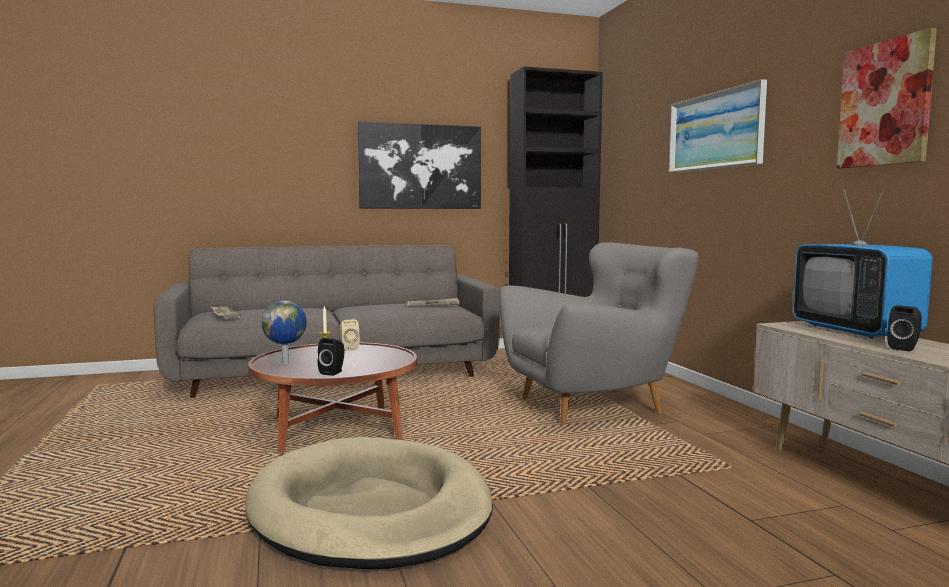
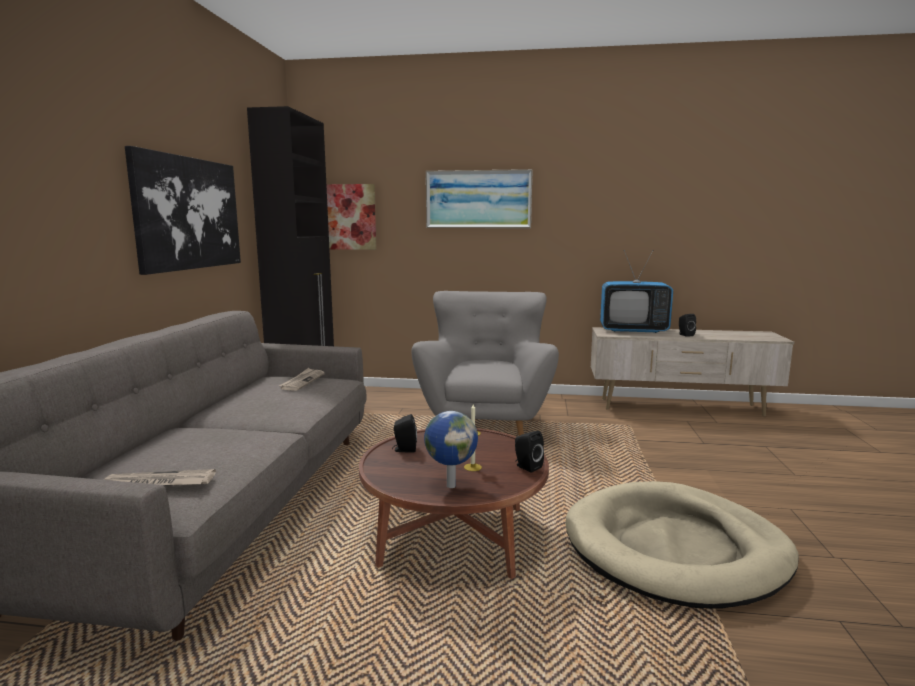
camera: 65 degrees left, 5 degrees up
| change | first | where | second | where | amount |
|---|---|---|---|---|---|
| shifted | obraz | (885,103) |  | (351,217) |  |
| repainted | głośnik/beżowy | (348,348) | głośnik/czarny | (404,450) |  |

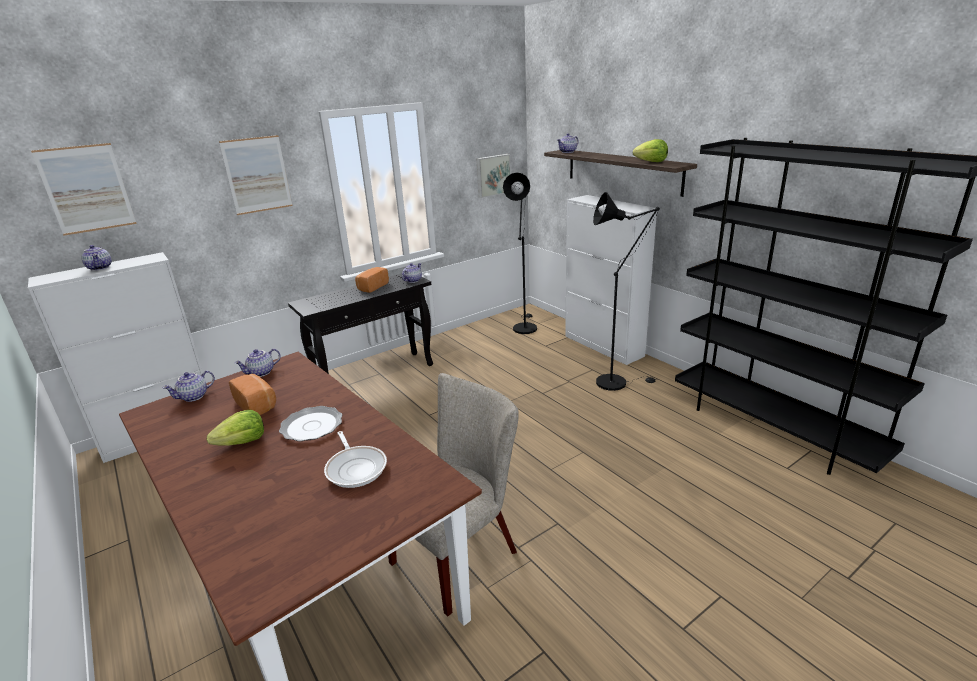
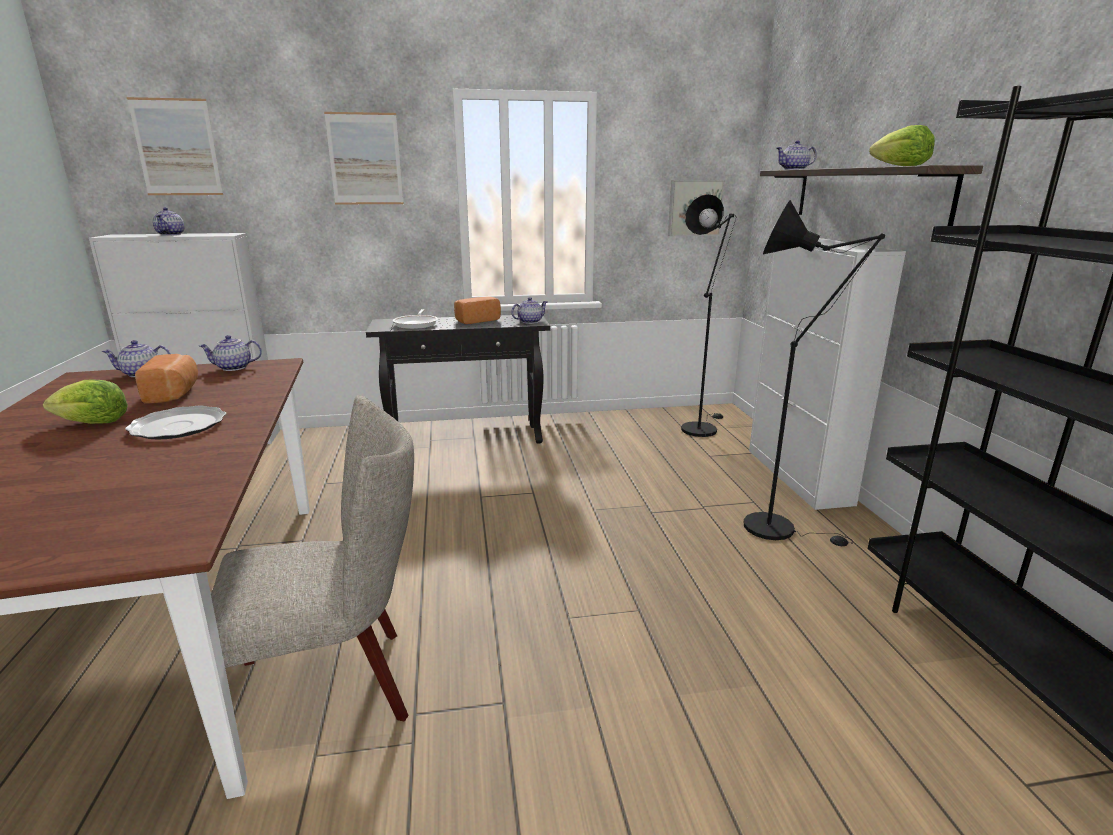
camera: 25 degrees right, 5 degrees down
| change | first | where | second | where | amount |
|---|---|---|---|---|---|
| shifted | patelnia | (356,468) |  | (416,324) |  |

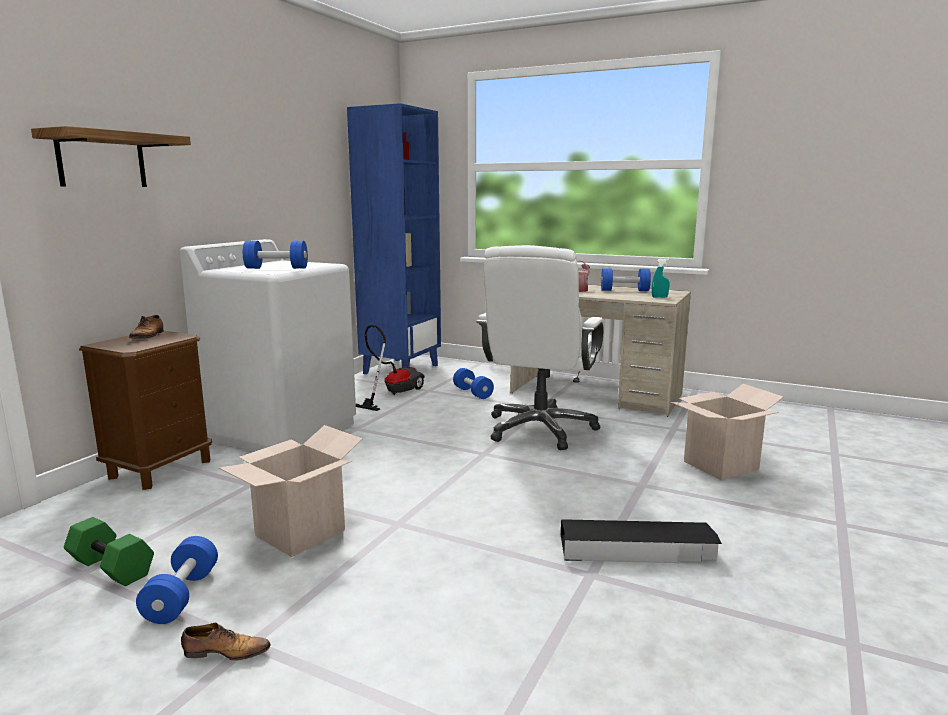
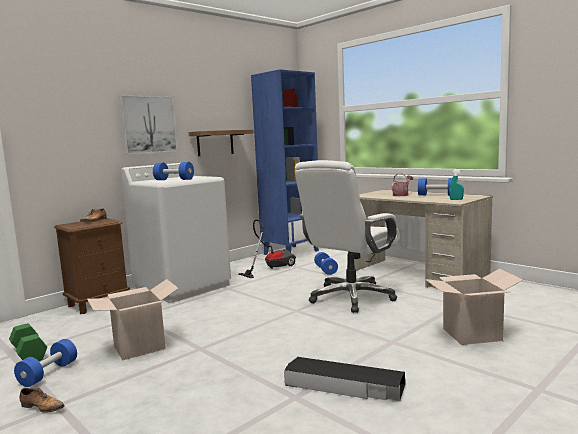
camera: 20 degrees right, 5 degrees down
| change | first | where | second | where | amount |
|---|---|---|---|---|---|
| new |  |  | obraz | (148,124) |  |
| shifted | półka | (102,160) |  | (215,143) |  |

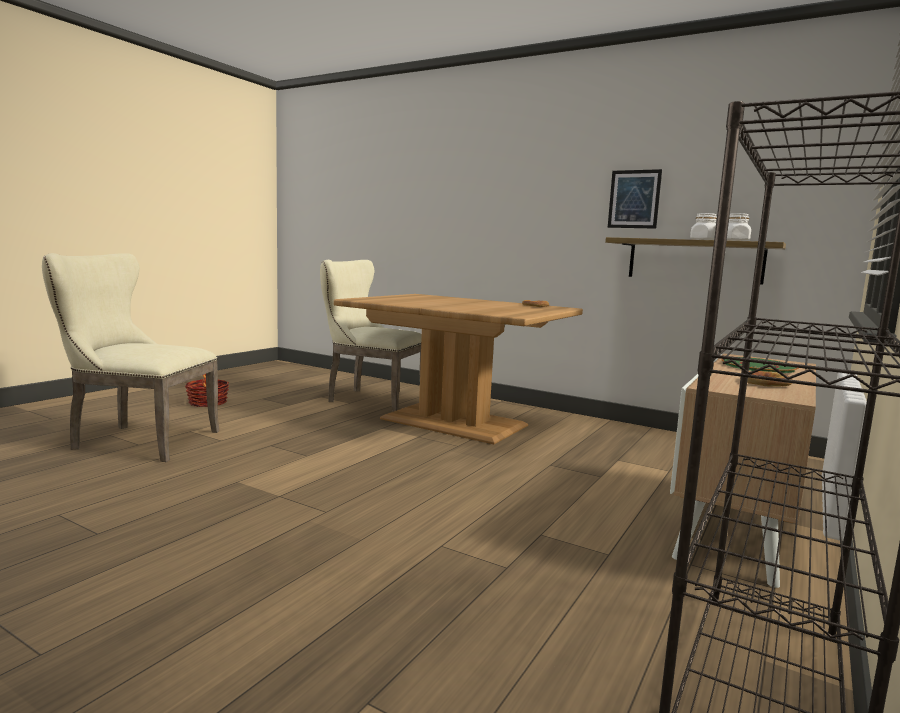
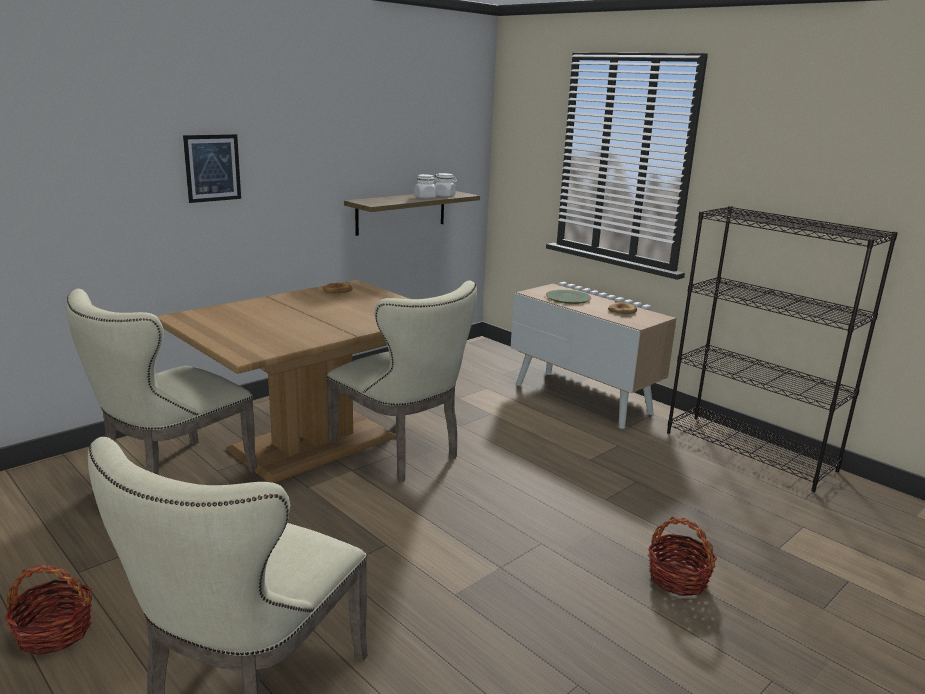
camera: 75 degrees left, 10 degrees up
| change | first | where | second | where | amount |
|---|---|---|---|---|---|
| new |  |  | krzesło/beżowy | (402,453) |  |
| new |  |  | koszyk | (677,578) |  |
| shifted | obraz | (634,199) |  | (212,168) |  |

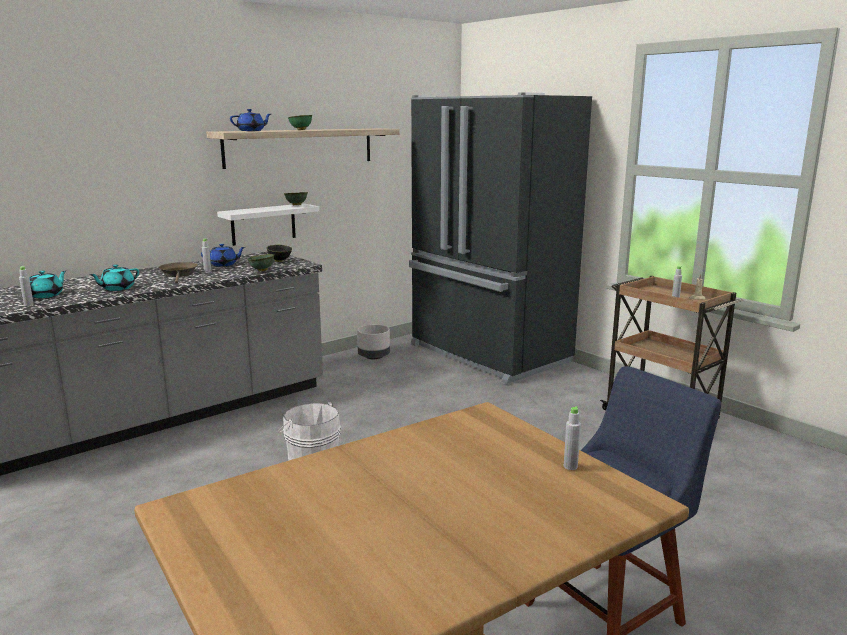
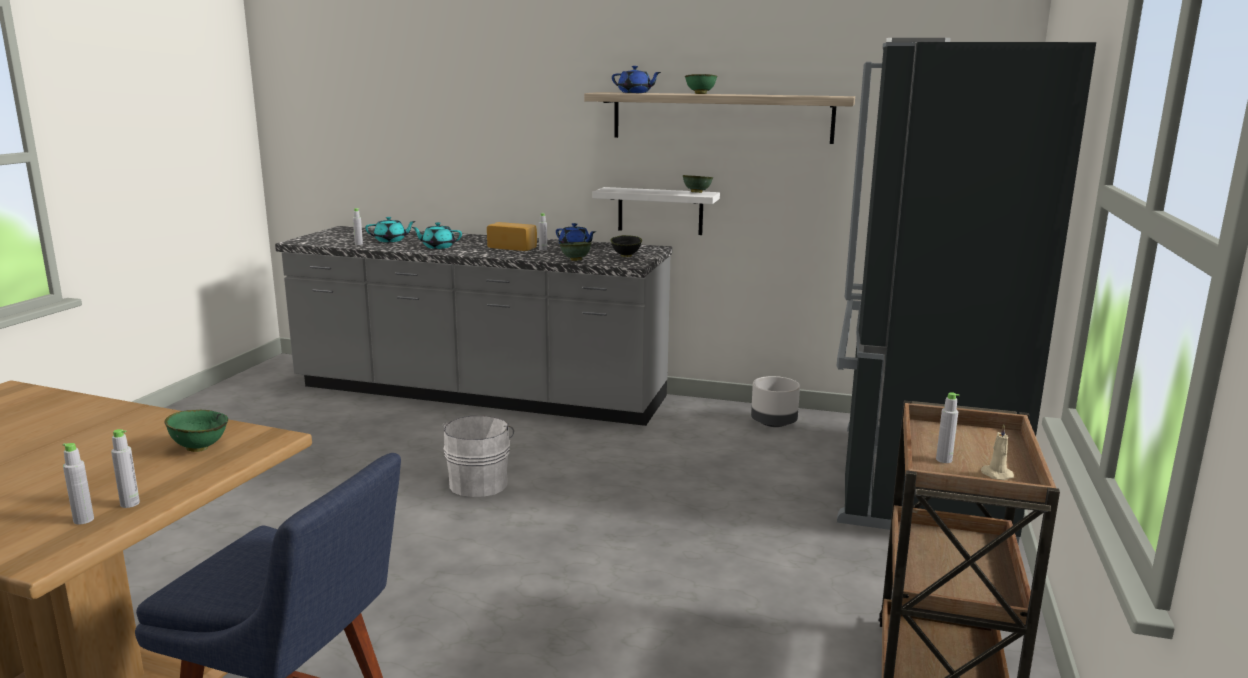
camera: 55 degrees right, 0 degrees up
| change | first | where | second | where | amount |
|---|---|---|---|---|---|
| new |  |  | butelka/szary | (83,520) |  |
| new |  |  | miska/zielony | (199,448) |  |
| swapped | patelnia/brązowy | (179,274) | chleb | (513,247) |  |

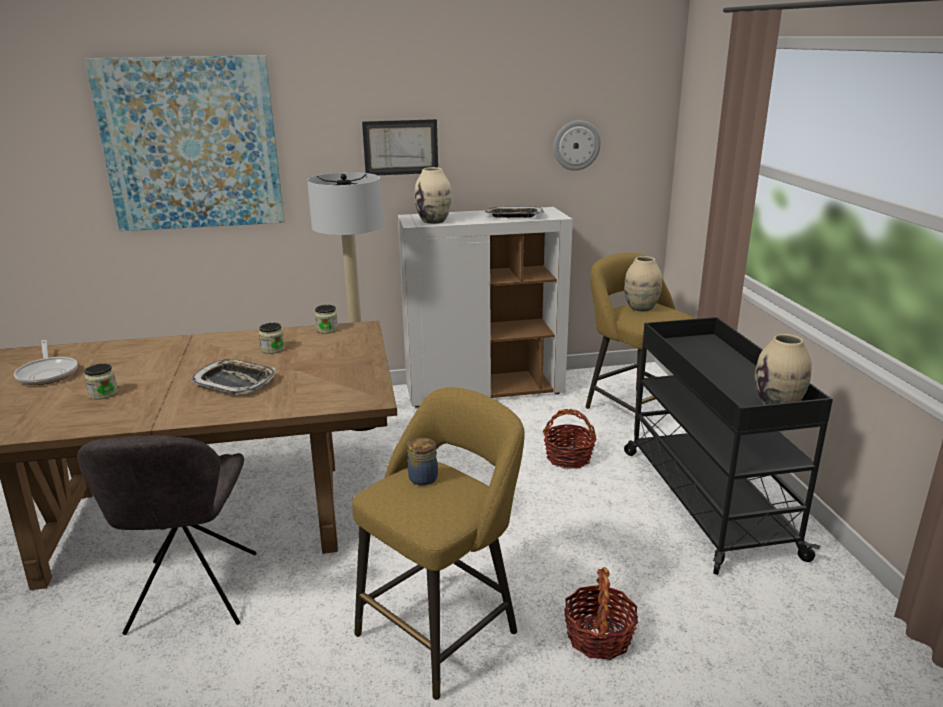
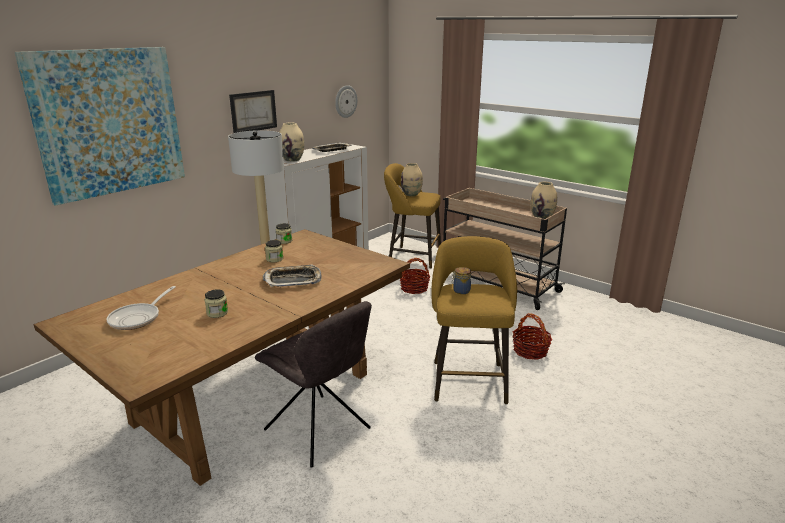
camera: 40 degrees left, 0 degrees up
| change | first | where | second | where | amount |
|---|---|---|---|---|---|
| repainted | wózek/czarny | (705,500) | wózek/beżowy | (495,284) |  |
| rotated | patelnia | (48,373) |  | (138,318) | 90 degrees clockwise |

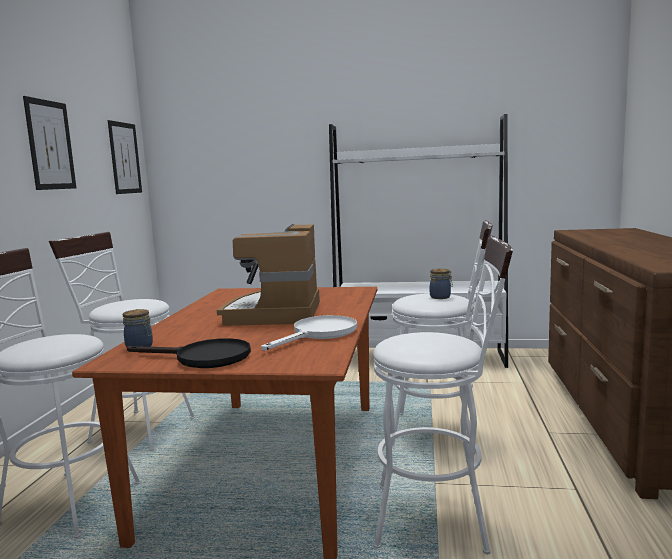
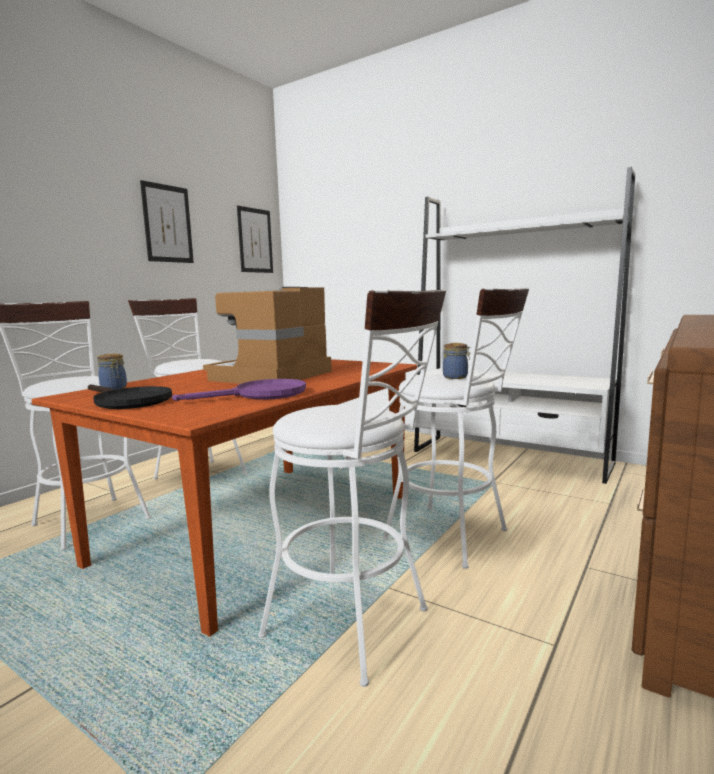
camera: 25 degrees right, 0 degrees up
| change | first | where | second | where | amount |
|---|---|---|---|---|---|
| repainted | patelnia/biały | (319,334) | patelnia/fioletowy | (261,395) |  |

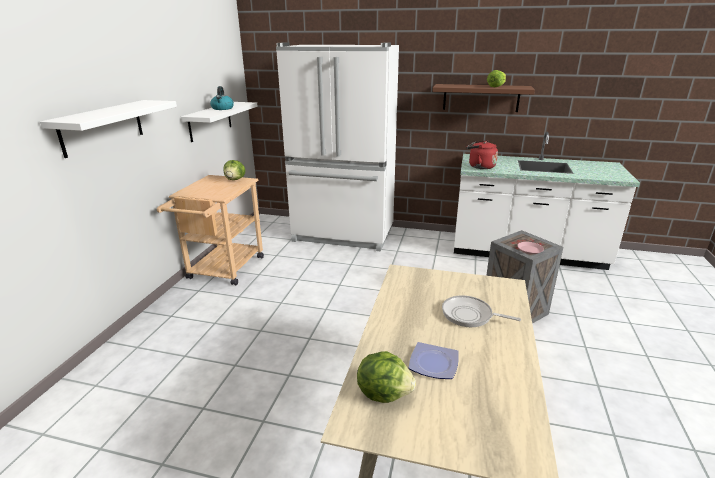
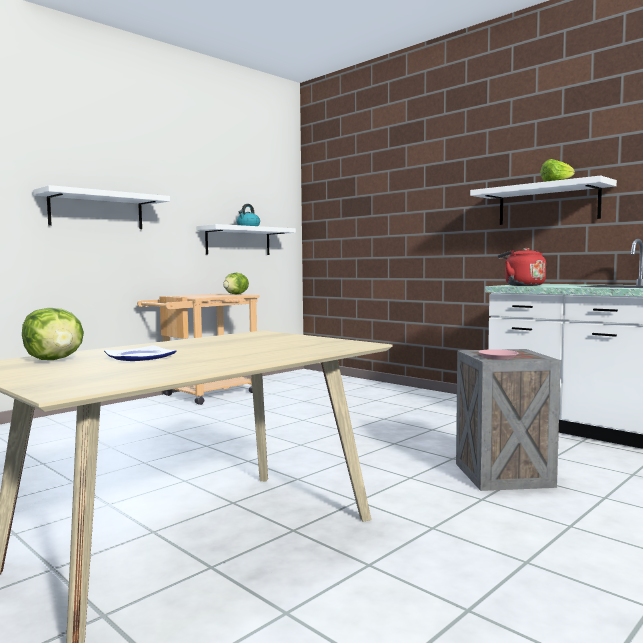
camera: 30 degrees right, 20 degrees down
| change | first | where | second | where | amount |
|---|---|---|---|---|---|
| gone | lodówka/biały | (343,235) |  |  |  |
| gone | patelnia | (470,315) |  |  |  |
| repainted | półka/brązowy | (481,97) | półka/biały | (547,204) |  |

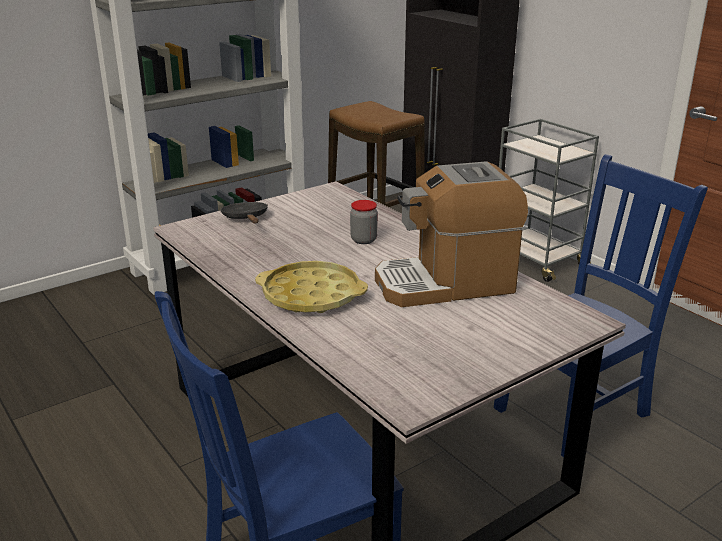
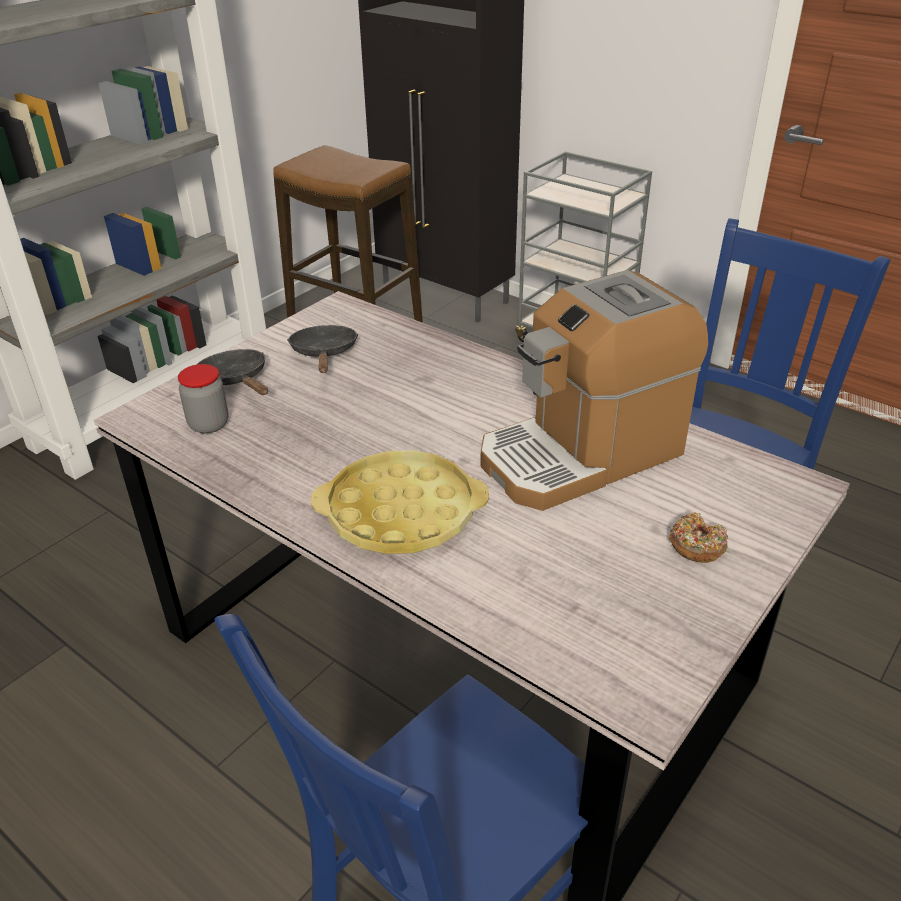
camera: 15 degrees left, 10 degrees up
| change | first | where | second | where | amount |
|---|---|---|---|---|---|
| new |  |  | patelnia/czarny | (324,354) |  |
| new |  |  | donut | (696,545) |  |
| shifted | słoik | (363,240) |  | (209,424) |  |

